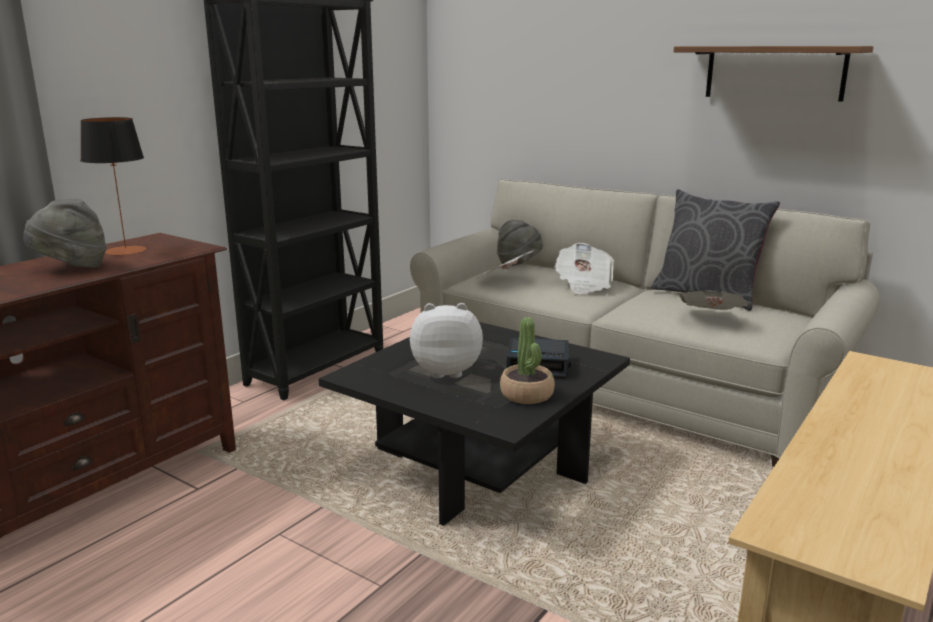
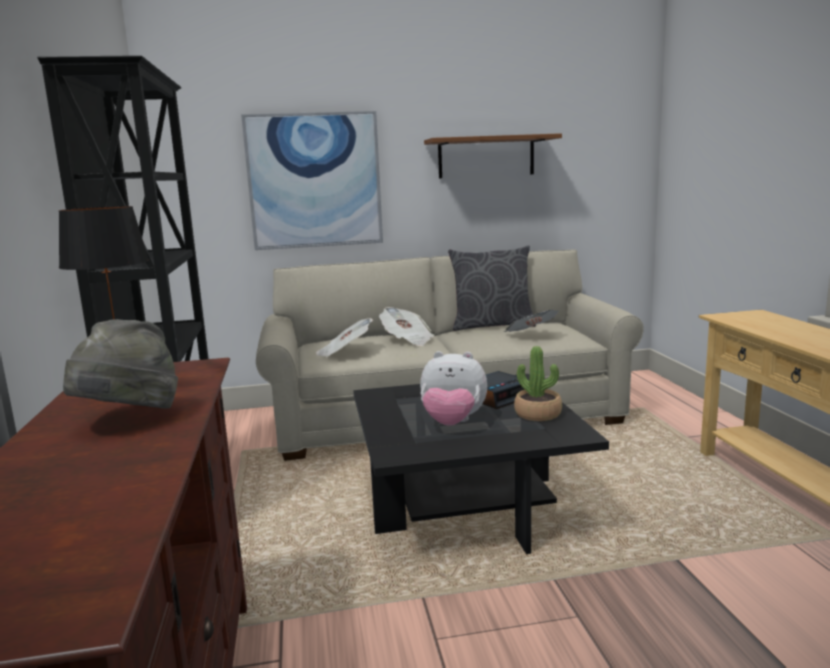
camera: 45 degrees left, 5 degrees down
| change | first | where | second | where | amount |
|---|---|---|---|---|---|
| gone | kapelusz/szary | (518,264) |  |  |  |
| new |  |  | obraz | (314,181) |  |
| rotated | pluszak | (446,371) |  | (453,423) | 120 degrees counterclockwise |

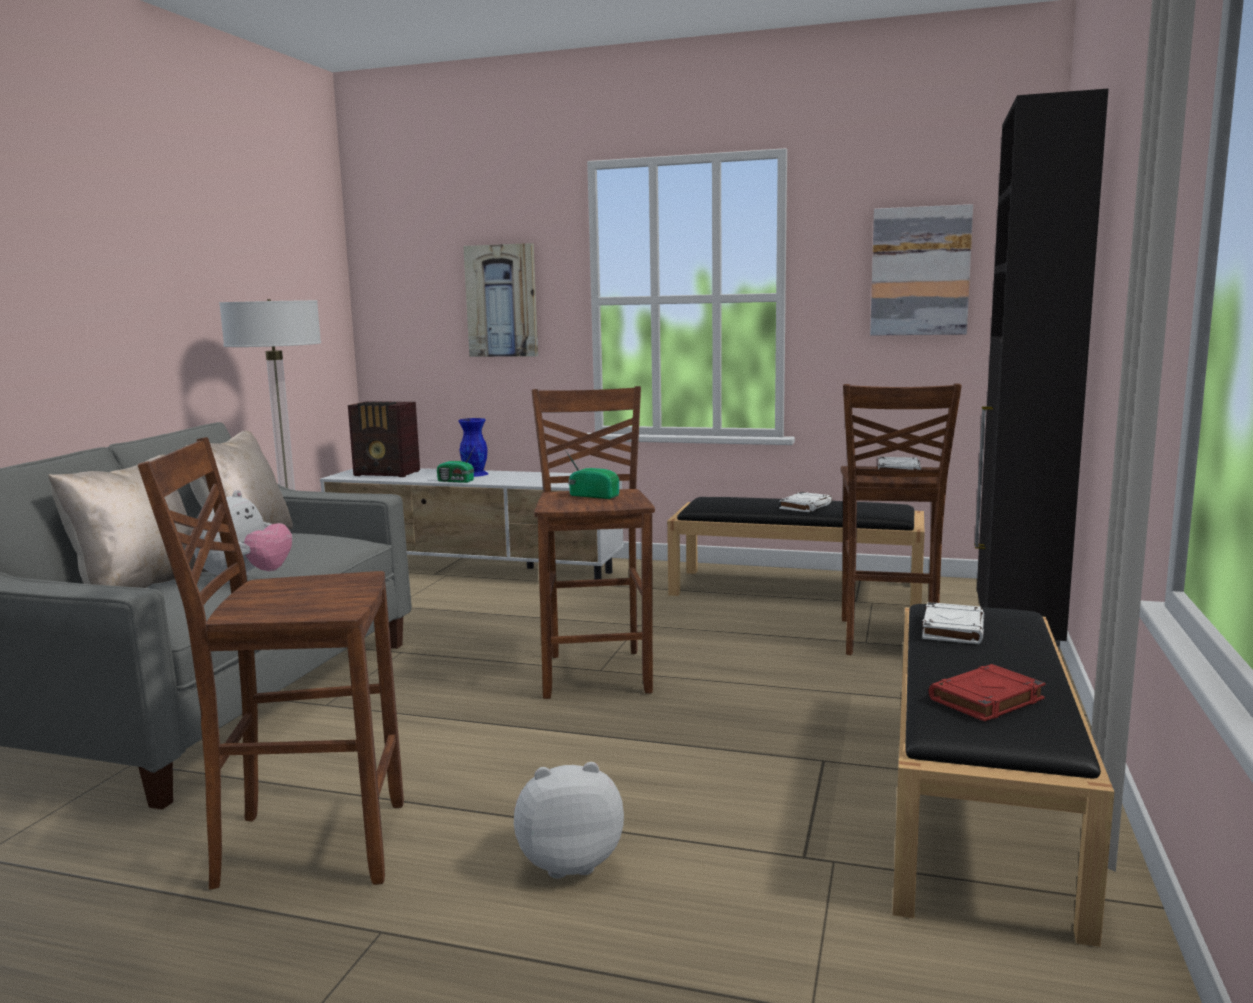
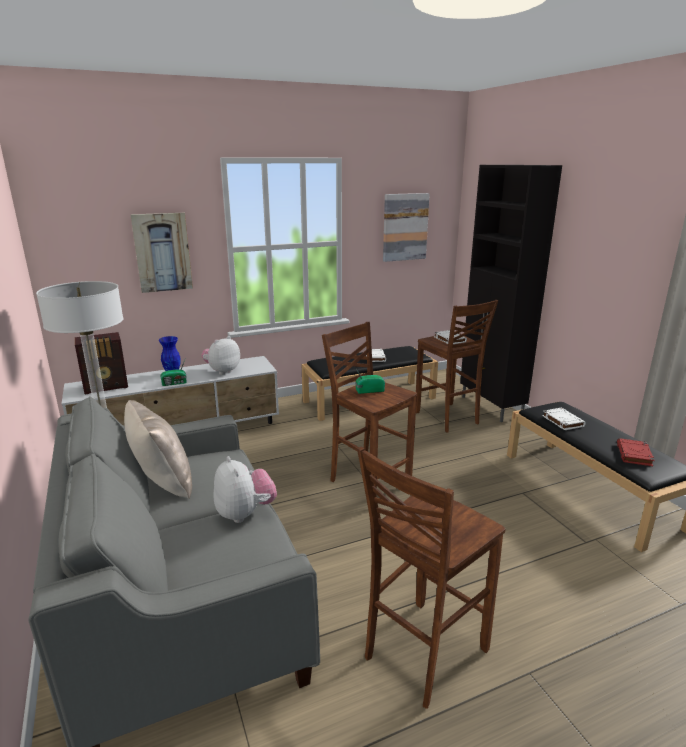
camera: 40 degrees left, 10 degrees up
| change | first | where | second | where | amount |
|---|---|---|---|---|---|
| gone | poduszka/beżowy | (139,587) |  |  |  |
| shifted | pluszak | (569,862) |  | (222,371) |  |

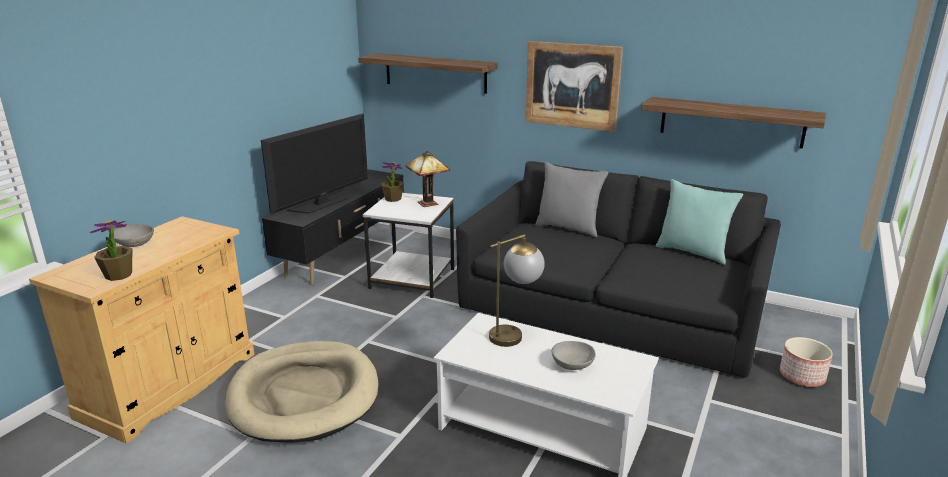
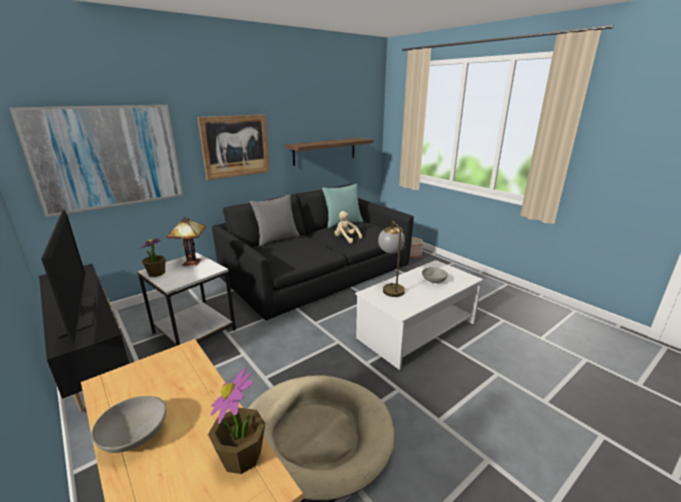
camera: 65 degrees left, 0 degrees up
| change | first | where | second | where | amount |
|---|---|---|---|---|---|
| new |  |  | pluszak/beżowy | (346,238) |  |
| swapped | półka | (435,73) | obraz | (108,157) |  |

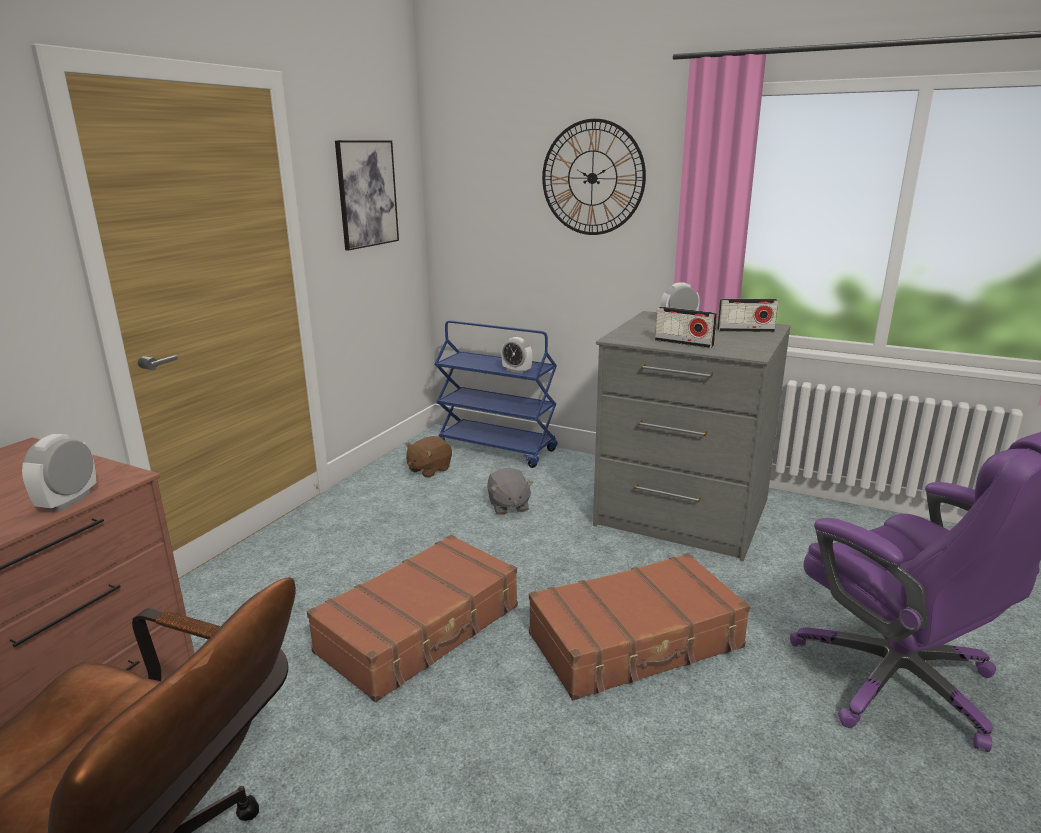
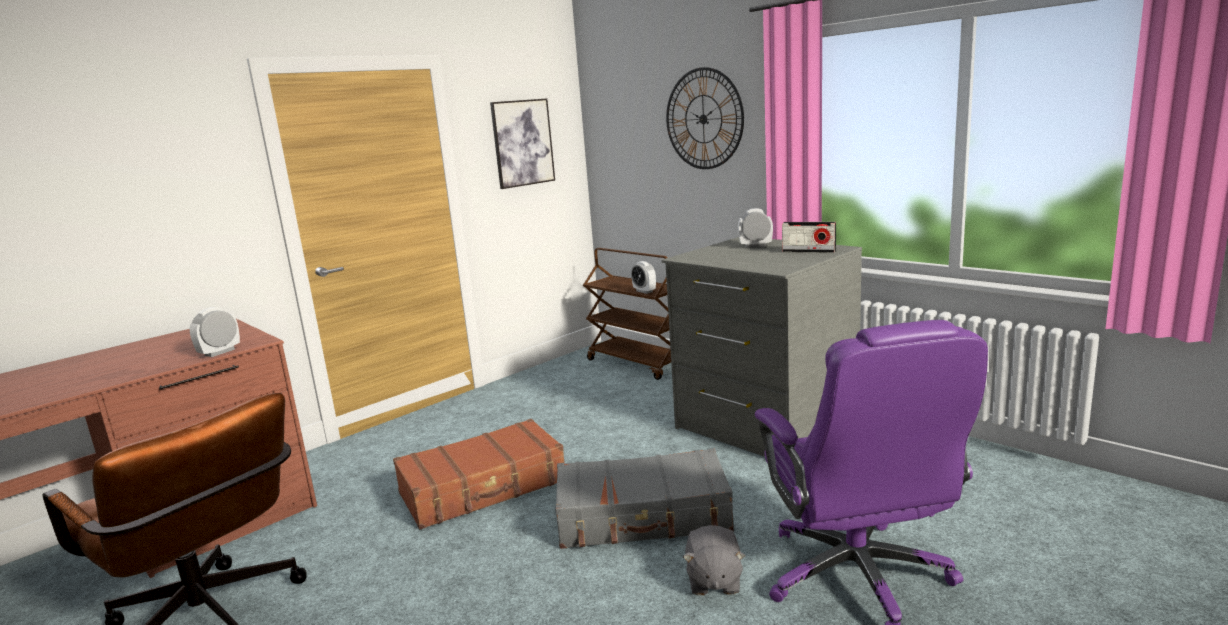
camera: 20 degrees right, 5 degrees down
| change | first | where | second | where | amount |
|---|---|---|---|---|---|
| gone | pluszak/brązowy | (429,469) |  |  |  |
| gone | radio | (683,343) |  |  |  |
| shifted | pluszak/szary | (508,506) |  | (713,581) |  |
| repainted | wózek/niebieski | (497,449) | wózek/brązowy | (638,363) |  |
| repainted | walizka/brązowy | (636,642) | walizka/szary | (643,516) |  |

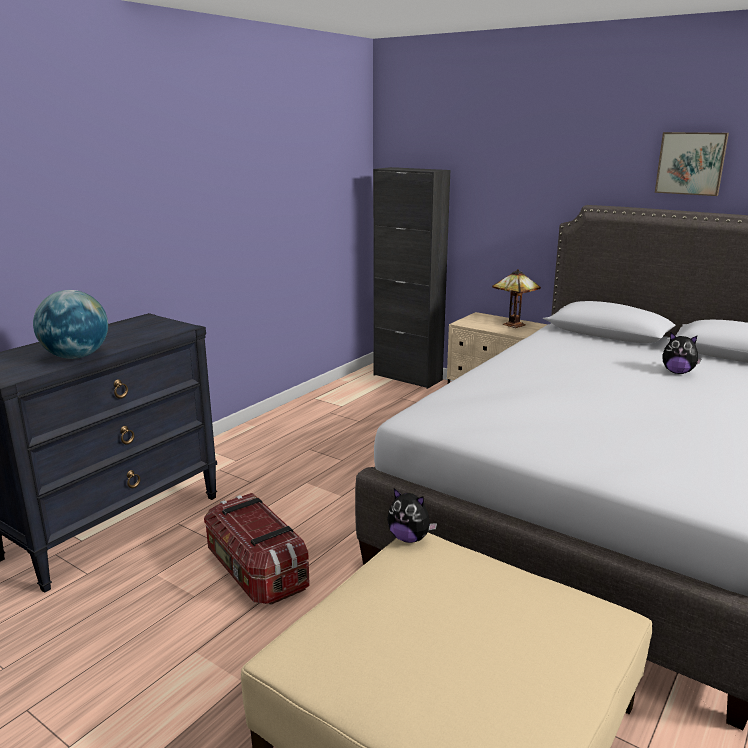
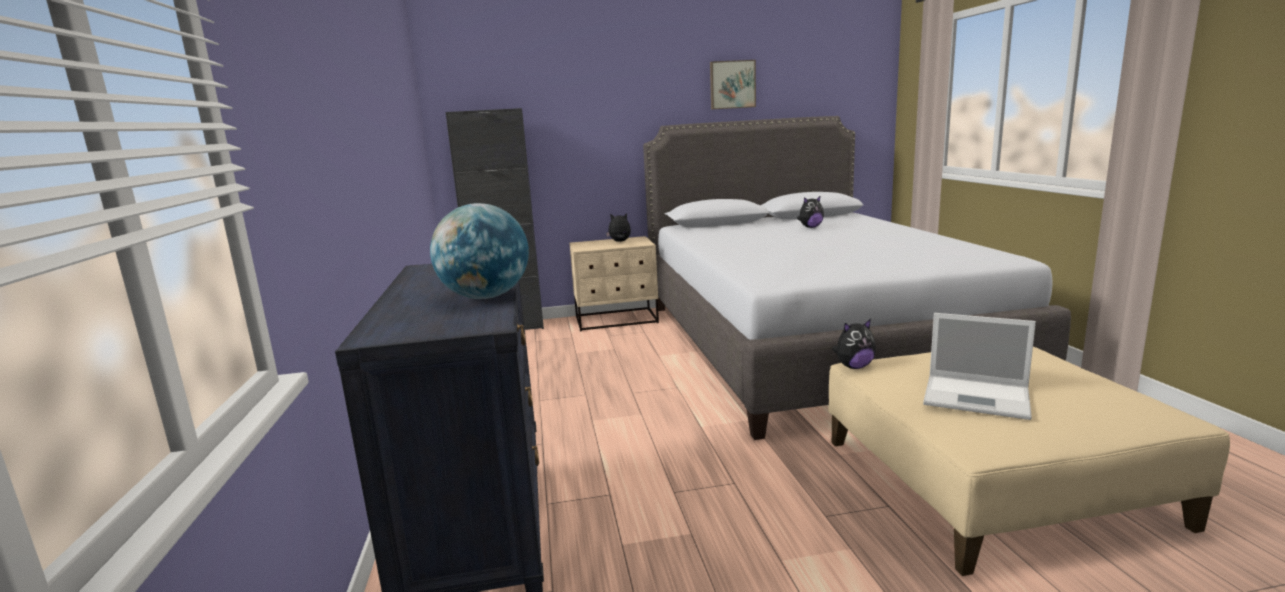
camera: 45 degrees left, 5 degrees down
| change | first | where | second | where | amount |
|---|---|---|---|---|---|
| gone | pojemnik do przechowywania | (256,571) |  |  |  |
| new |  |  | laptop | (978,397) |  |
| swapped | lampa stołowa | (512,325) | pluszak | (620,241) |  |

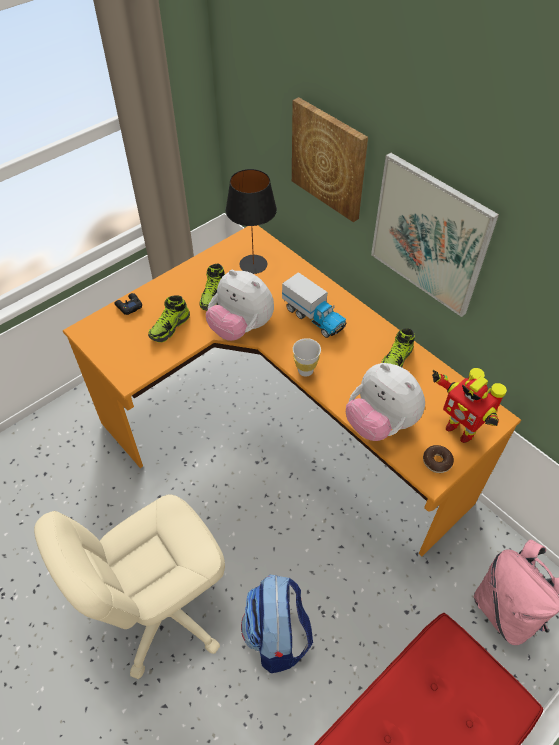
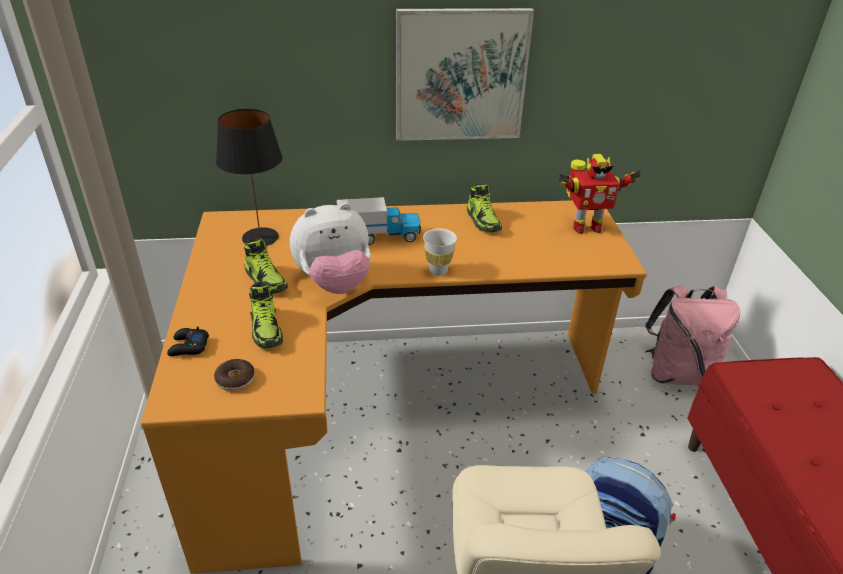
camera: 55 degrees left, 15 degrees down
| change | first | where | second | where | amount |
|---|---|---|---|---|---|
| gone | obraz | (329,159) |  |  |  |
| gone | pluszak | (380,423) |  |  |  |
| shifted | donut | (437,461) |  | (235,379) |  |

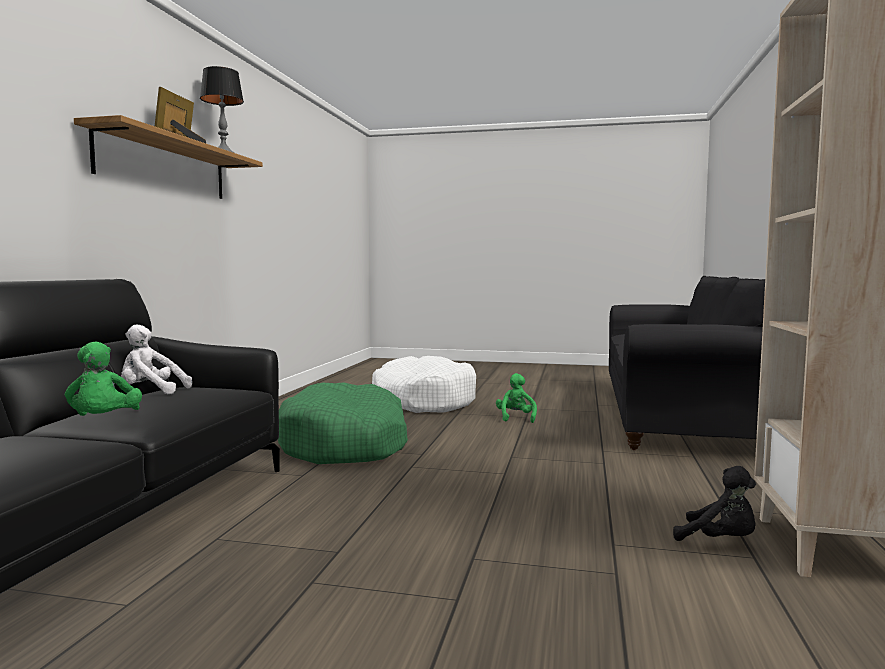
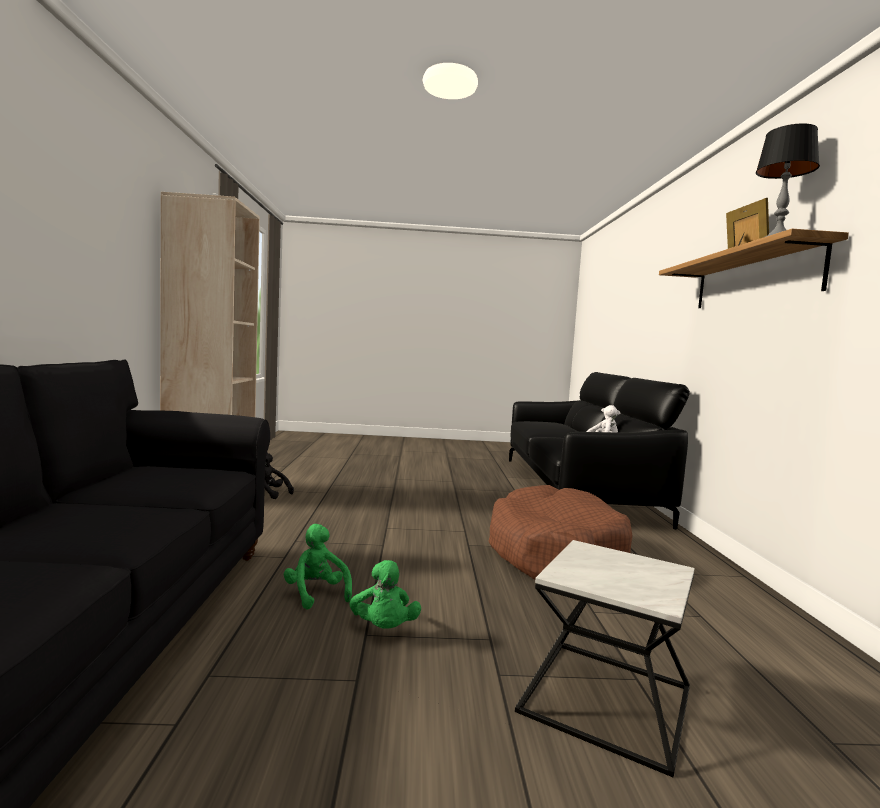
camera: 165 degrees right, 0 degrees up
| change | first | where | second | where | amount |
|---|---|---|---|---|---|
| shifted | pluszak/zielony | (104,421) |  | (316,594) |  |
| swapped | legowisko/biały | (423,401) | stolik | (605,699) |  |
| repainted | legowisko/zielony | (345,444) | legowisko/brązowy | (555,553) |  |

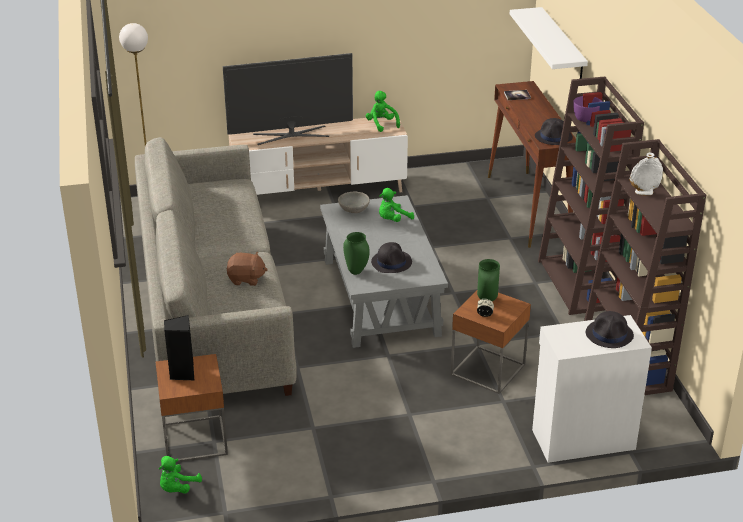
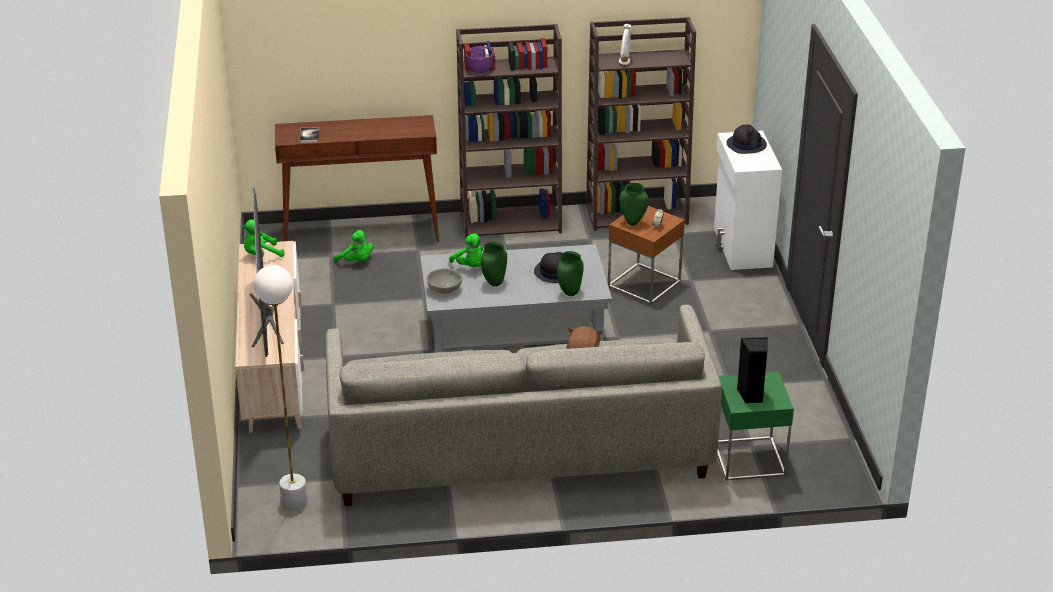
camera: 85 degrees left, 0 degrees up
| change | first | where | second | where | amount |
|---|---|---|---|---|---|
| gone | półka/biały | (562,46) |  |  |  |
| gone | kapelusz/czarny | (553,137) |  |  |  |
| new |  |  | wazon/zielony | (494,283) |  |
| shifted | pluszak/zielony | (177,488) |  | (357,261) |  |
| repainted | stolik/brązowy | (194,439) | stolik/zielony | (749,458) |  |

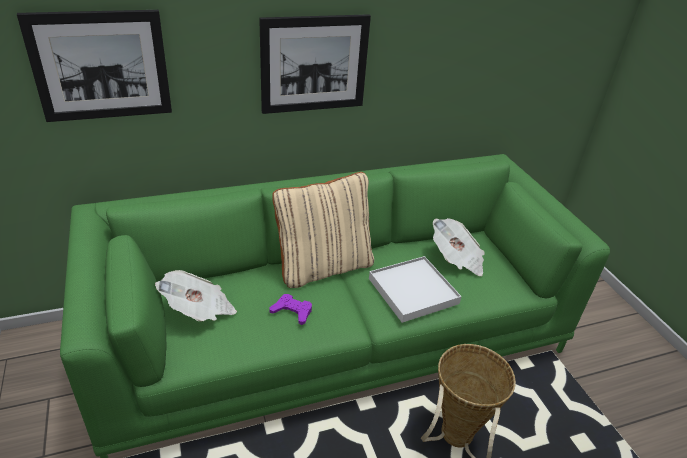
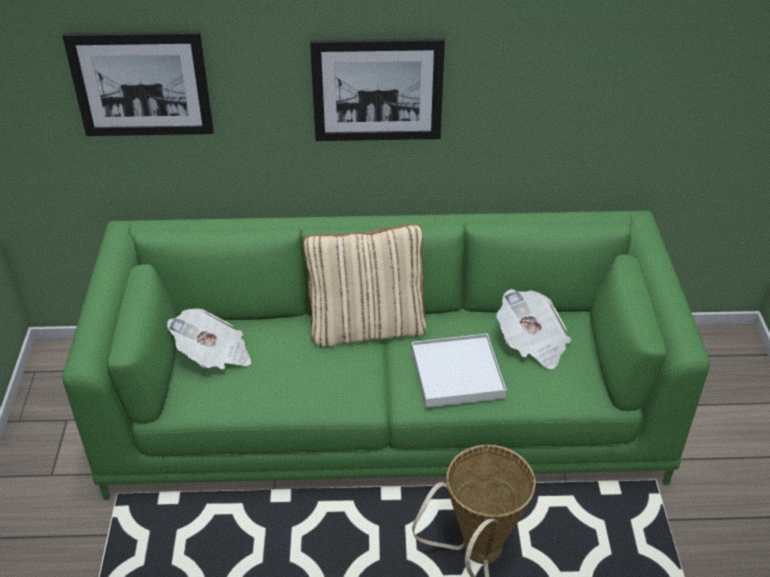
camera: 20 degrees right, 5 degrees up
| change | first | where | second | where | amount |
|---|---|---|---|---|---|
| gone | pad do gier/fioletowy | (292,312) |  |  |  |

